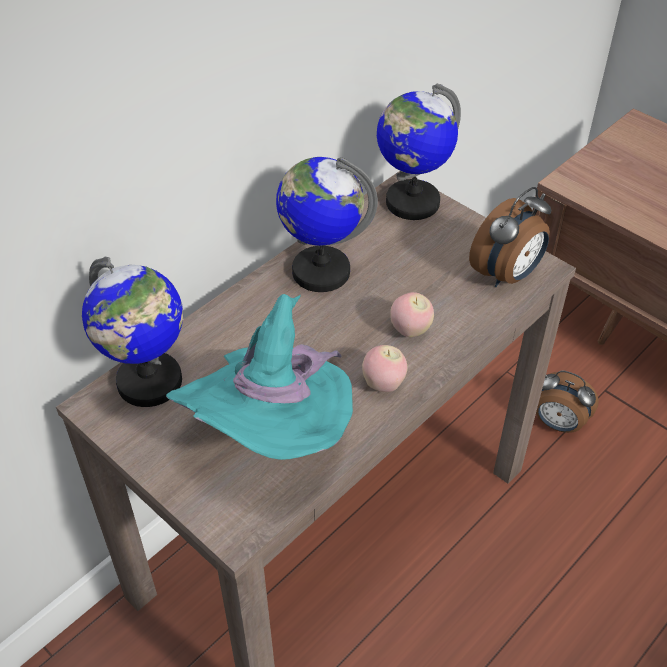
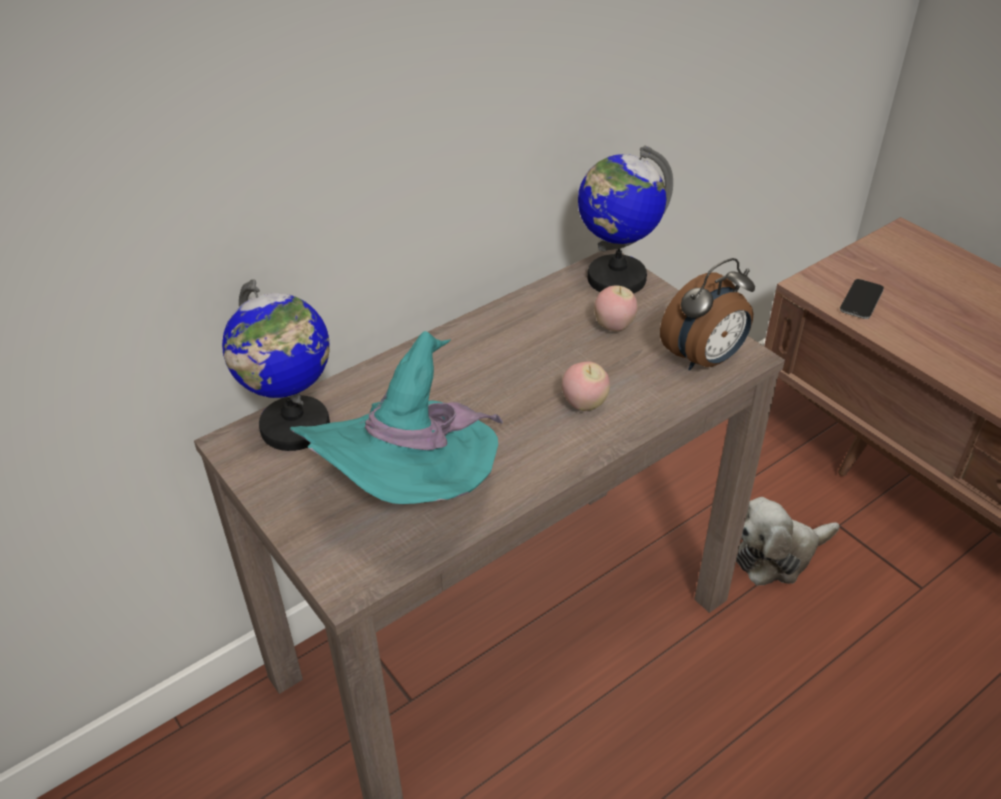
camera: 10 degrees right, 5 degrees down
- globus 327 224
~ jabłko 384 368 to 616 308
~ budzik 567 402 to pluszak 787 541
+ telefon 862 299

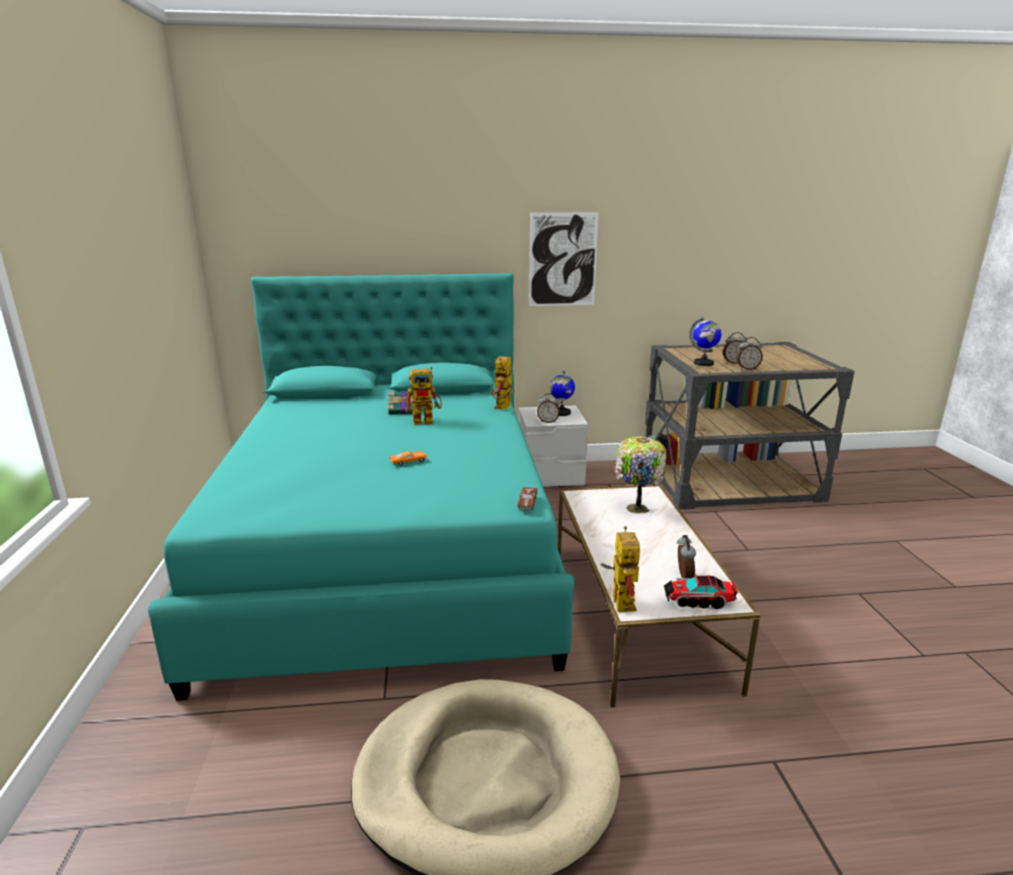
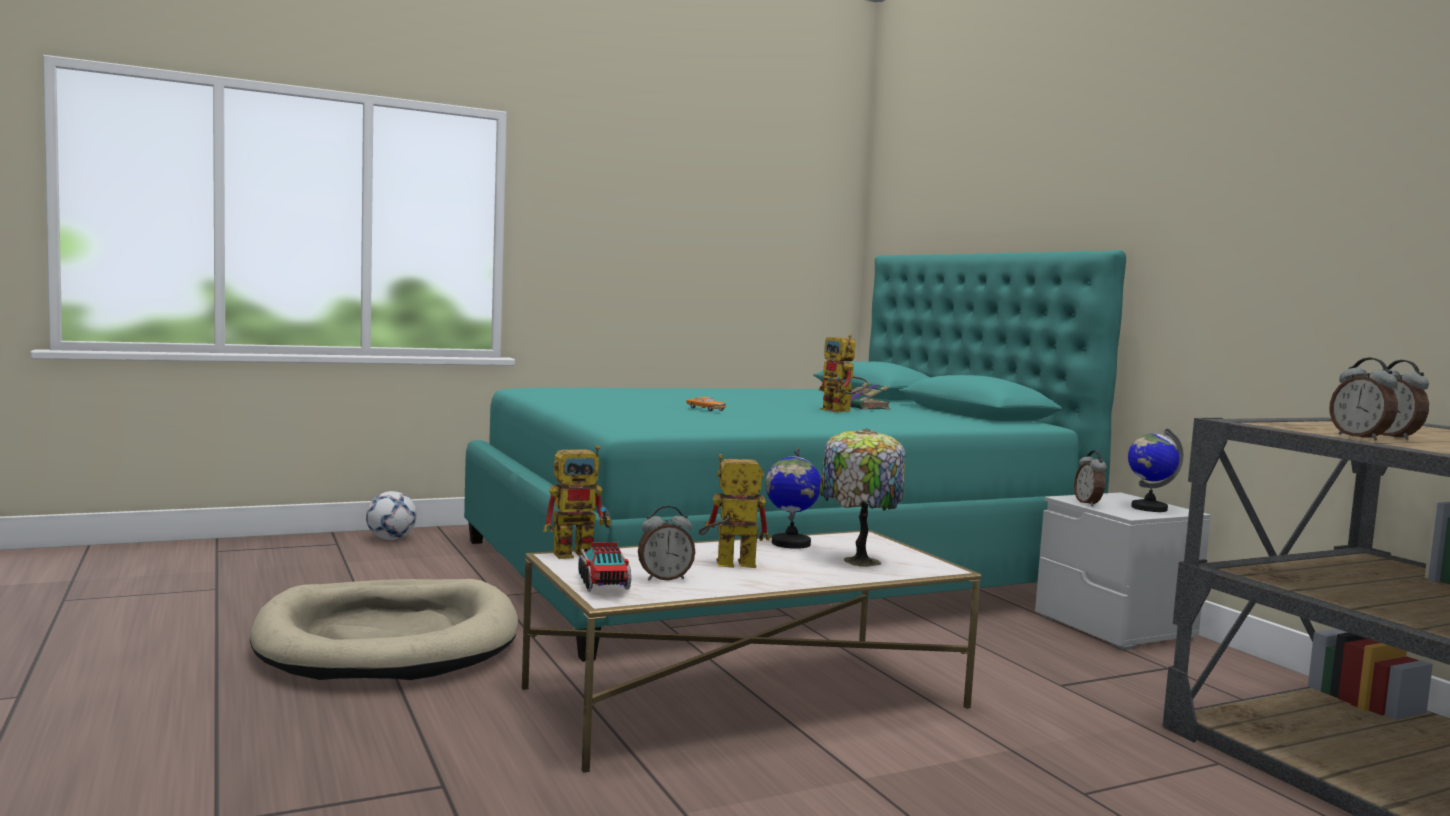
camera: 70 degrees right, 15 degrees down
~ robot zabawkowy 502 383 to 734 511
- samochodzik/brązowy 527 498
- obraz 563 259
~ globus 705 341 to 793 498
+ piłka futbolowa 391 515

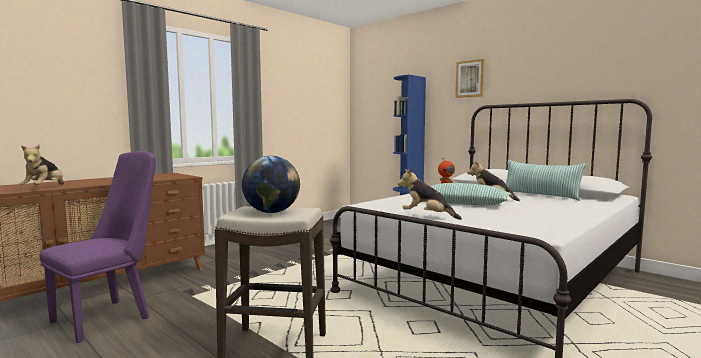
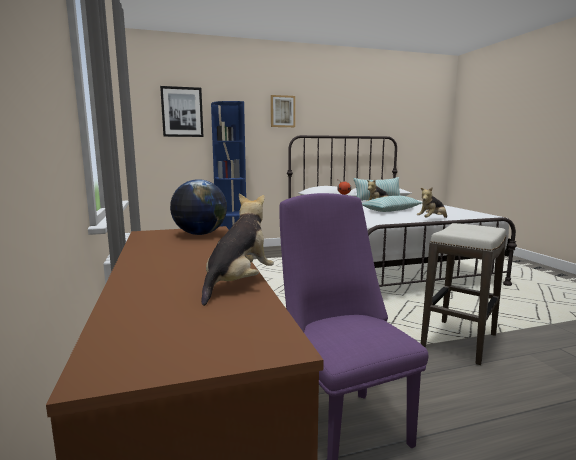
camera: 60 degrees left, 5 degrees up
~ pluszak 41 164 = 237 249 90 degrees counterclockwise
~ globus 271 184 to 198 207
+ obraz 181 111

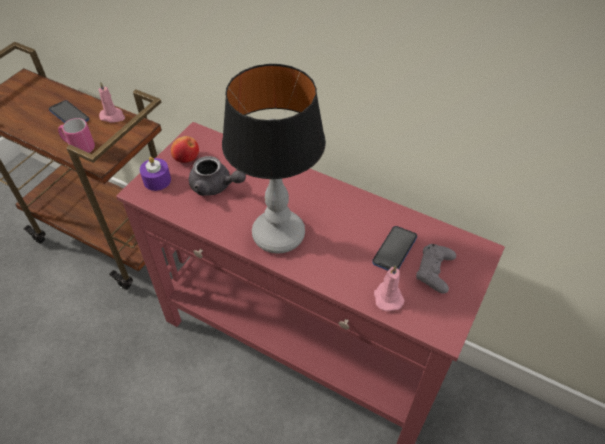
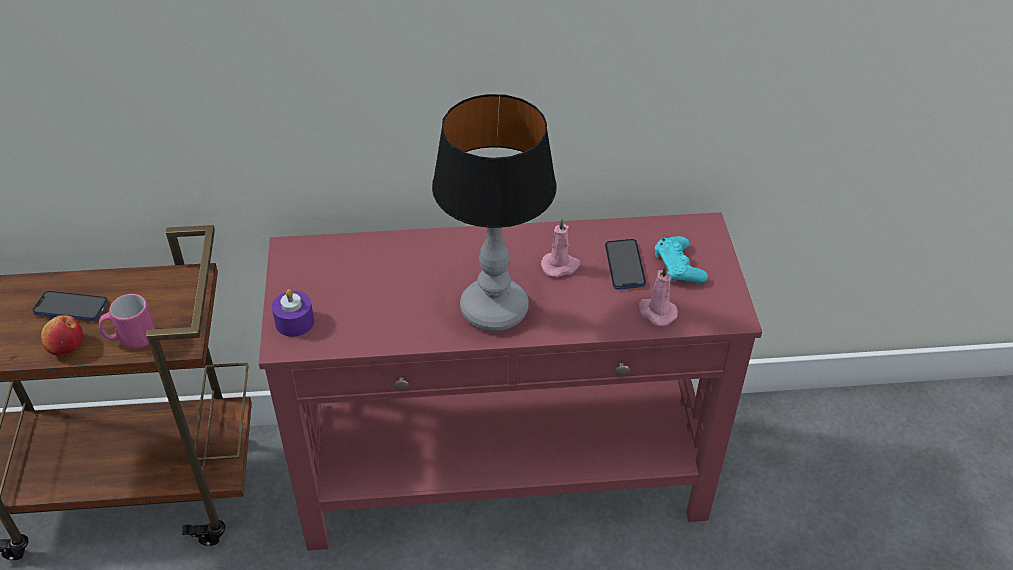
camera: 35 degrees left, 5 degrees down
~ świeca/różowy 112 102 to 560 247
~ jabłko 185 149 to 62 335
- imbryk/szary 217 176
~ pad do gier/szary 436 269 to pad do gier/turkusowy 681 259

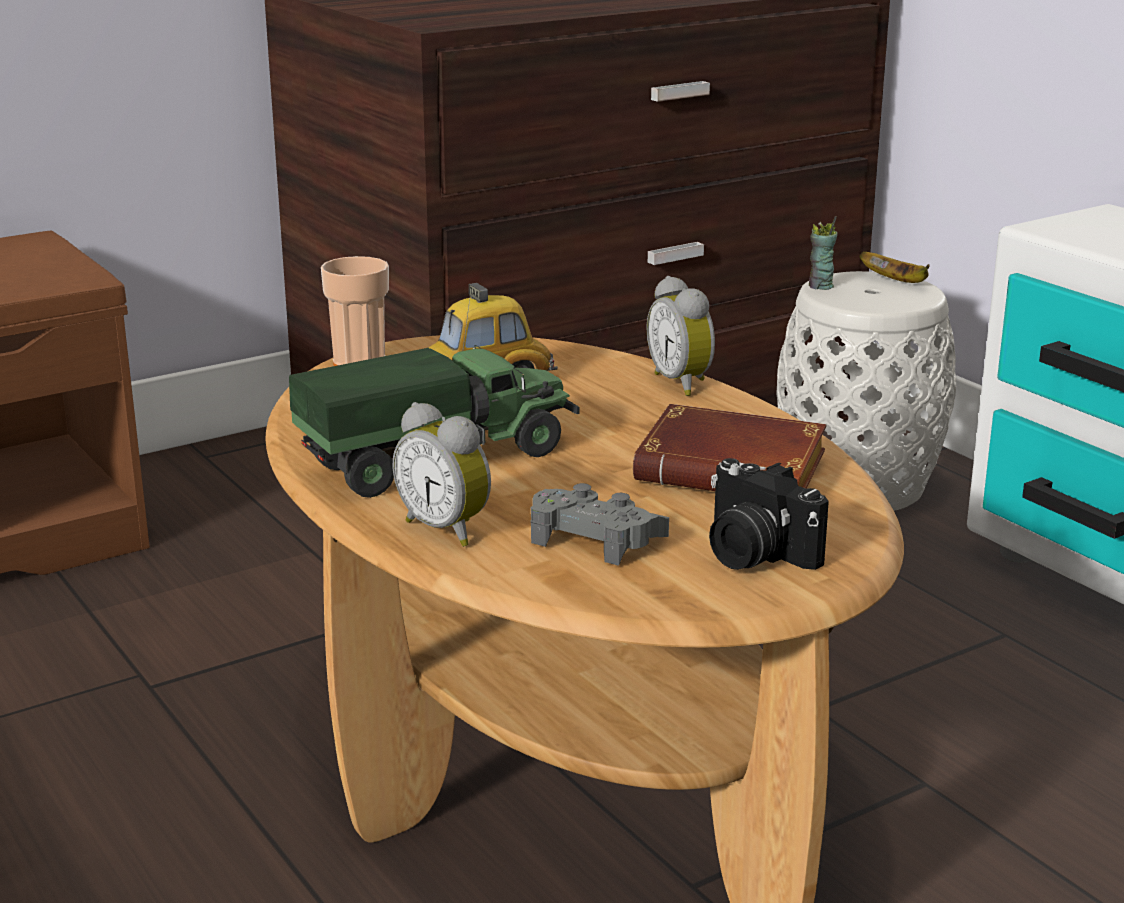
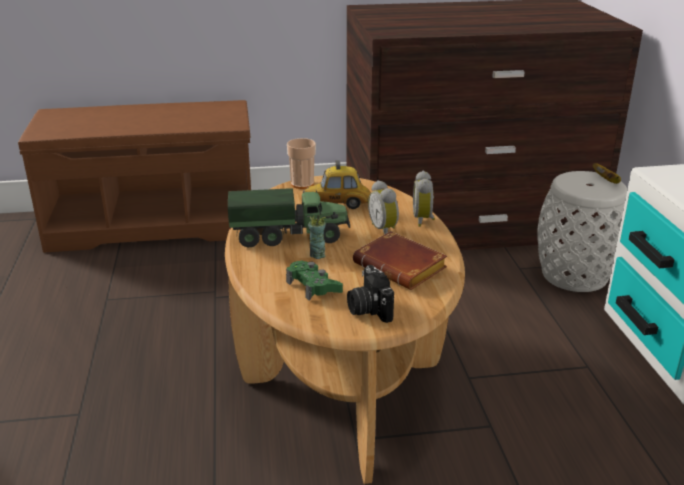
camera: 25 degrees right, 5 degrees up
~ budzik 441 474 to 383 207
~ pad do gier/szary 599 524 to pad do gier/zielony 314 280
~ filiżanka 823 253 to 317 237

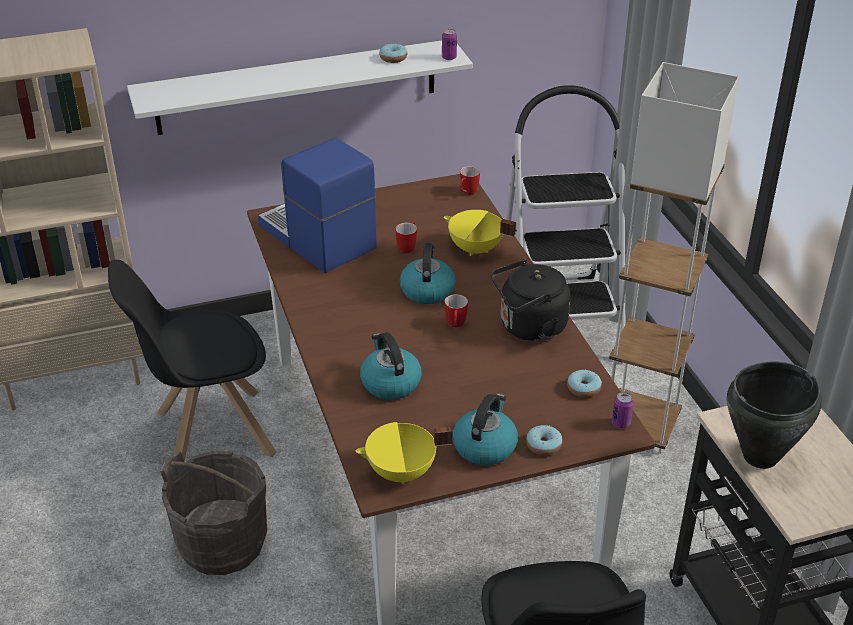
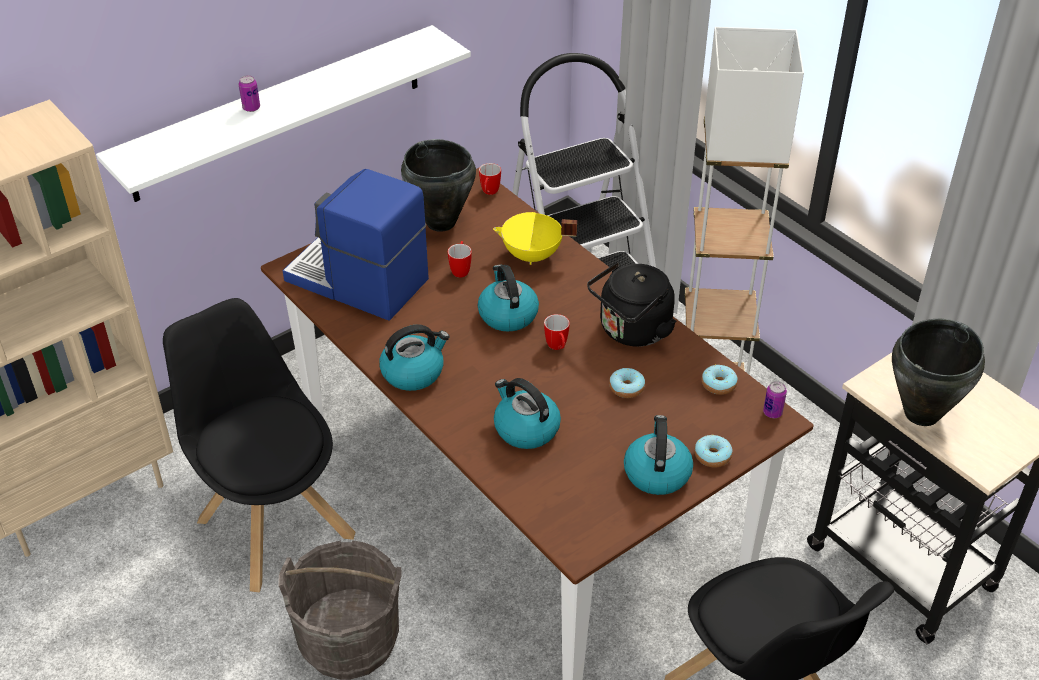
camera: 20 degrees left, 5 degrees up
~ krzesło/czarny 192 360 = 259 445 90 degrees clockwise
- garnek/żółty 404 453
~ donut 393 53 to 627 383
~ puszka 449 44 to 249 93
+ czajnik 414 357
+ garnek/czarny 438 185

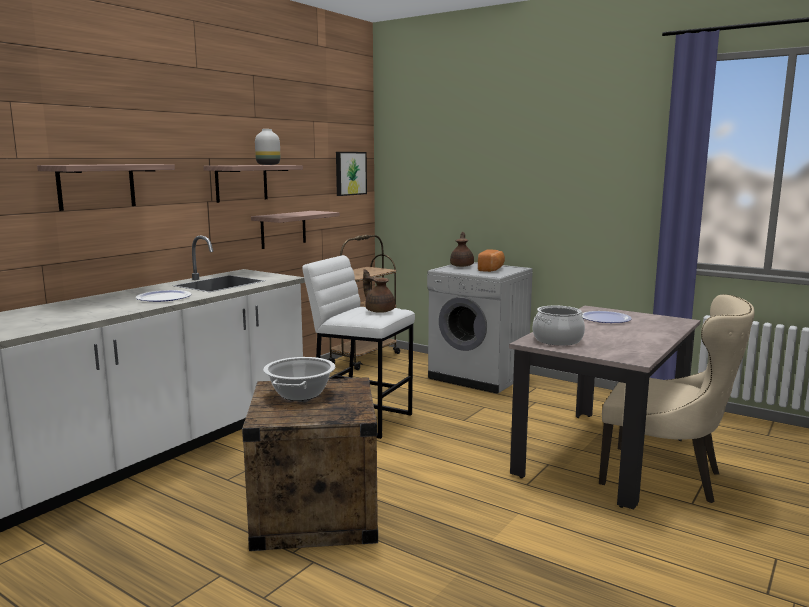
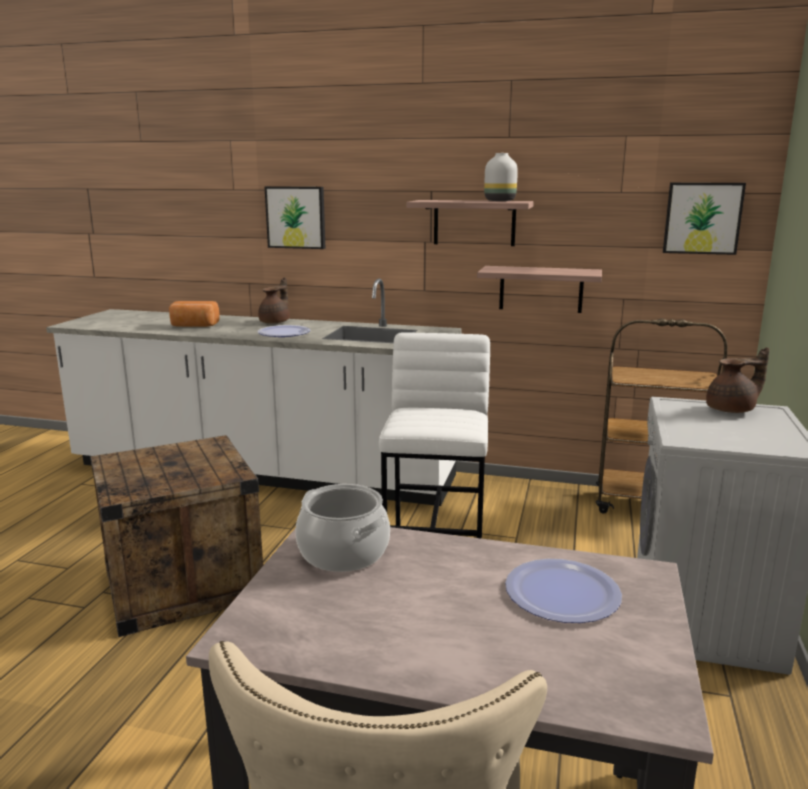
camera: 70 degrees right, 5 degrees up
~ półka 106 187 to obraz 294 217
- garnek 299 379
~ imbryk/brązowy 379 291 to 274 300
~ chleb 491 261 to 194 314

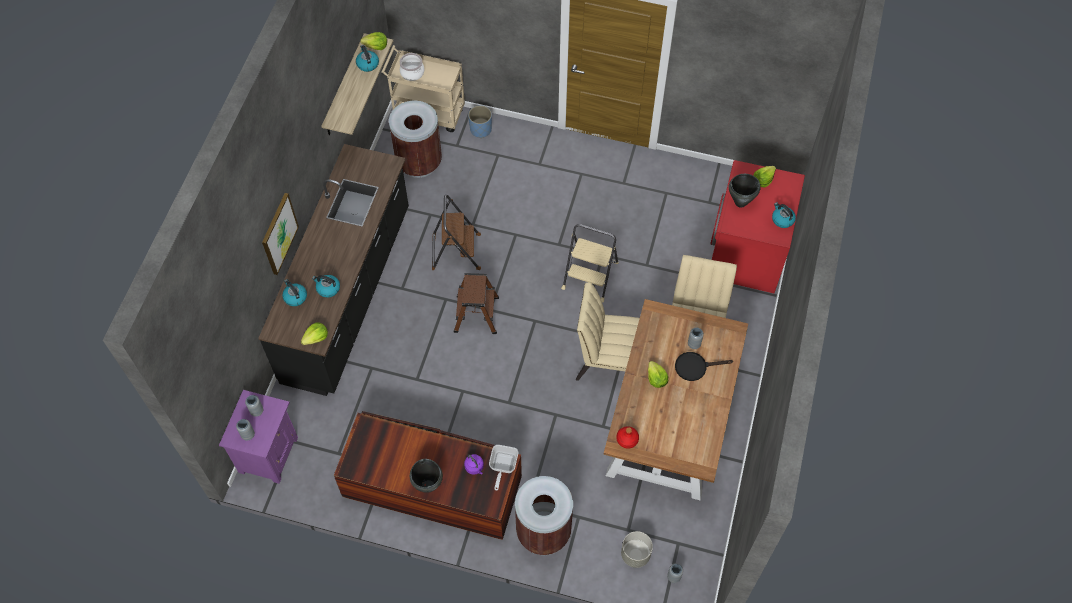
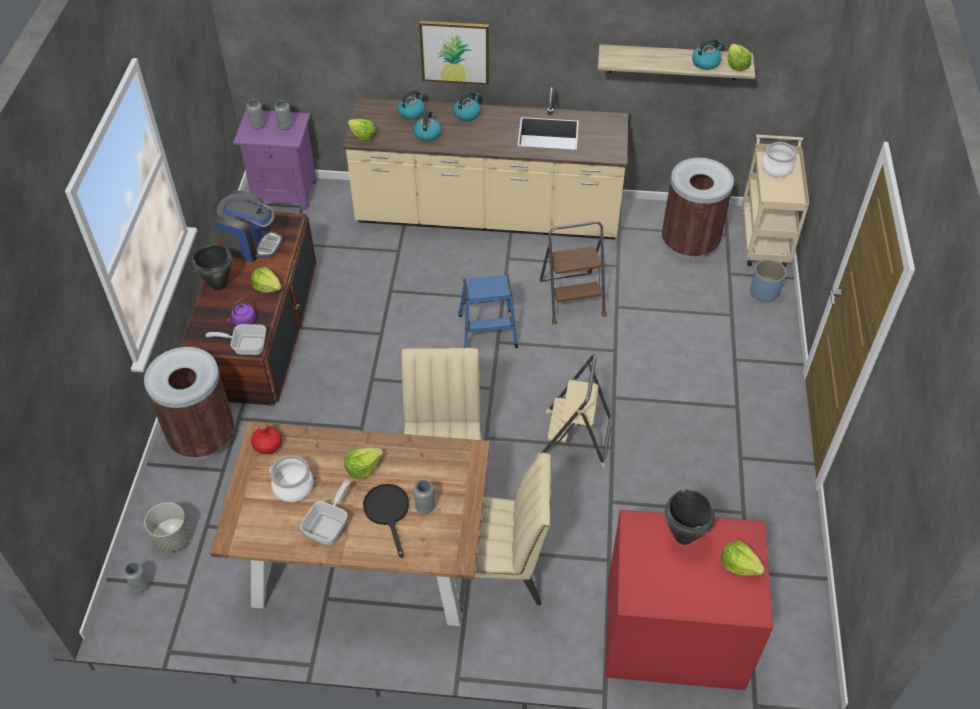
camera: 80 degrees right, 10 degrees down
~ zabudowa kuchenna/czarny 333 270 to zabudowa kuchenna/beżowy 485 163
~ drabinka/brązowy 476 303 to drabinka/niebieski 488 311
~ czajnik 784 215 to 467 106
+ ekspres do kawy 247 226
+ sałata 266 280
+ garnek 292 478
+ patelnia 325 512

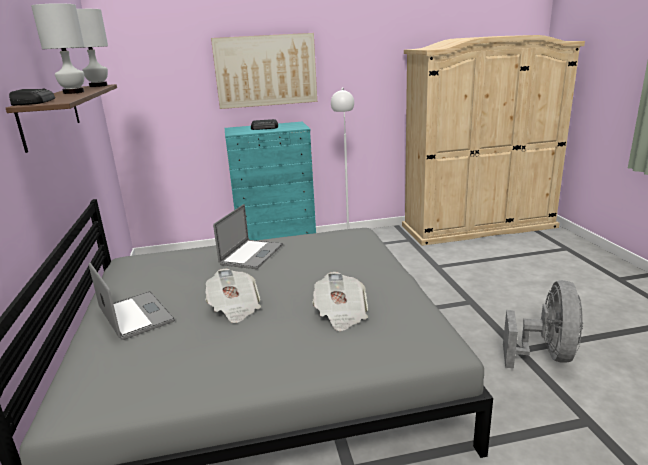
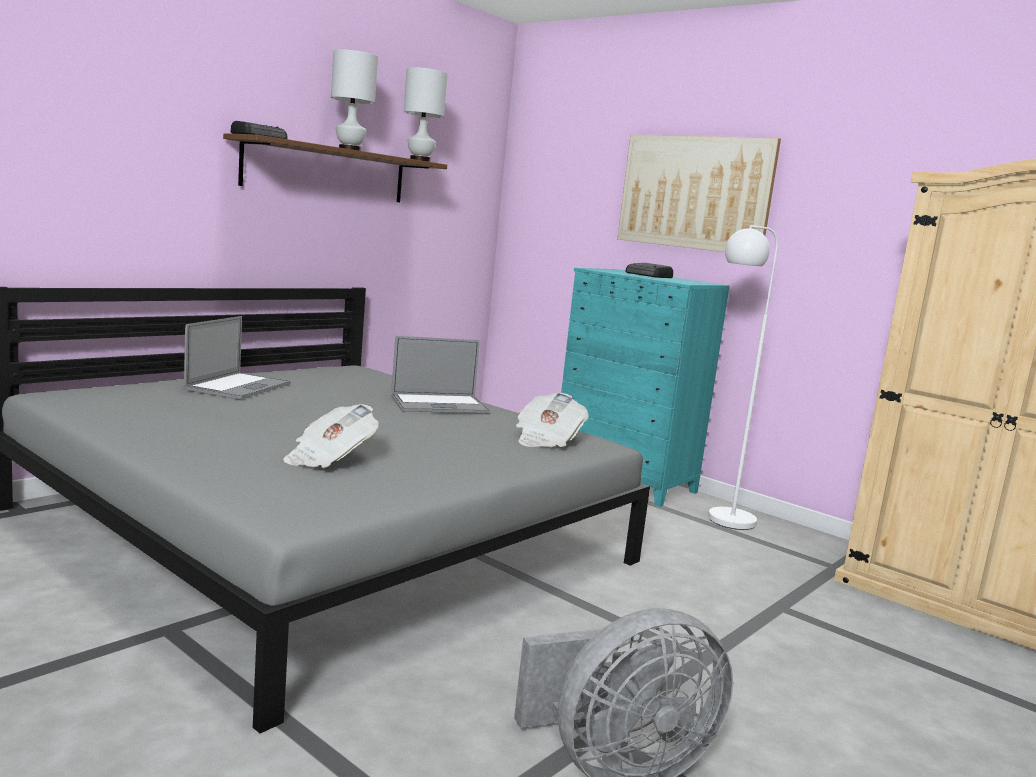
camera: 50 degrees right, 10 degrees down
~ gazeta 233 295 to 552 420

